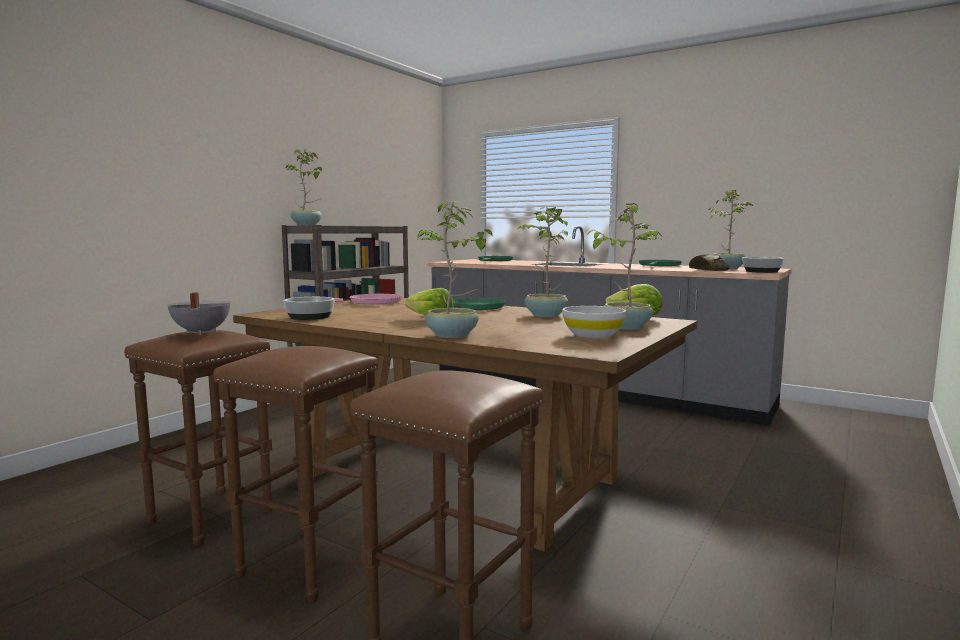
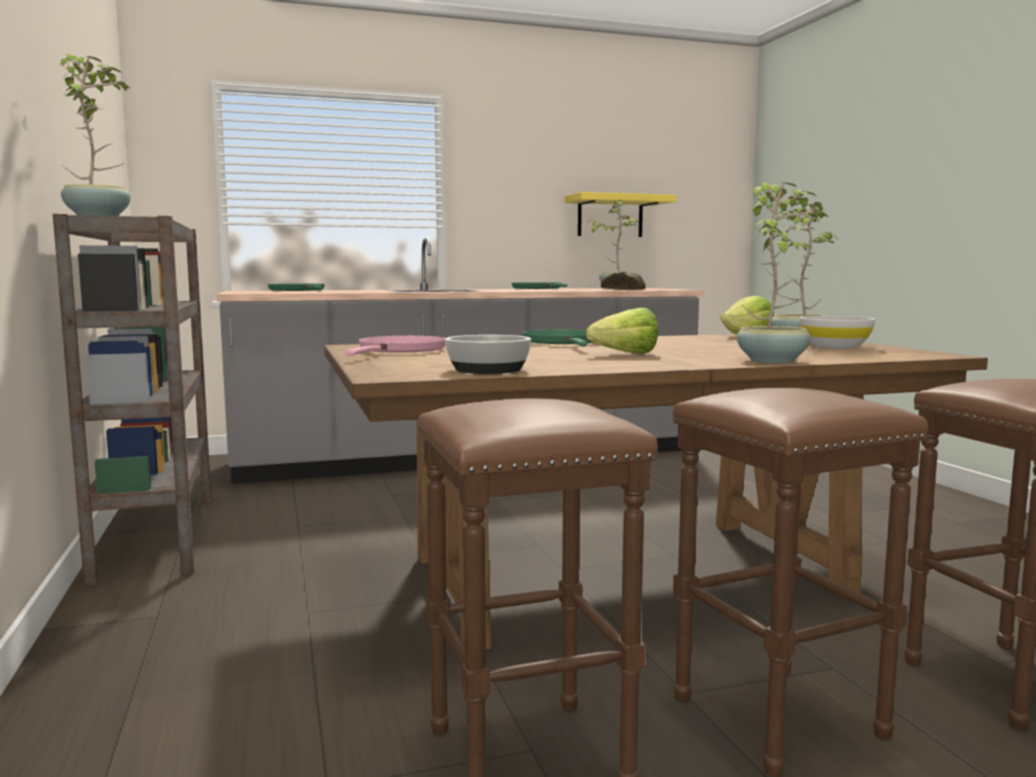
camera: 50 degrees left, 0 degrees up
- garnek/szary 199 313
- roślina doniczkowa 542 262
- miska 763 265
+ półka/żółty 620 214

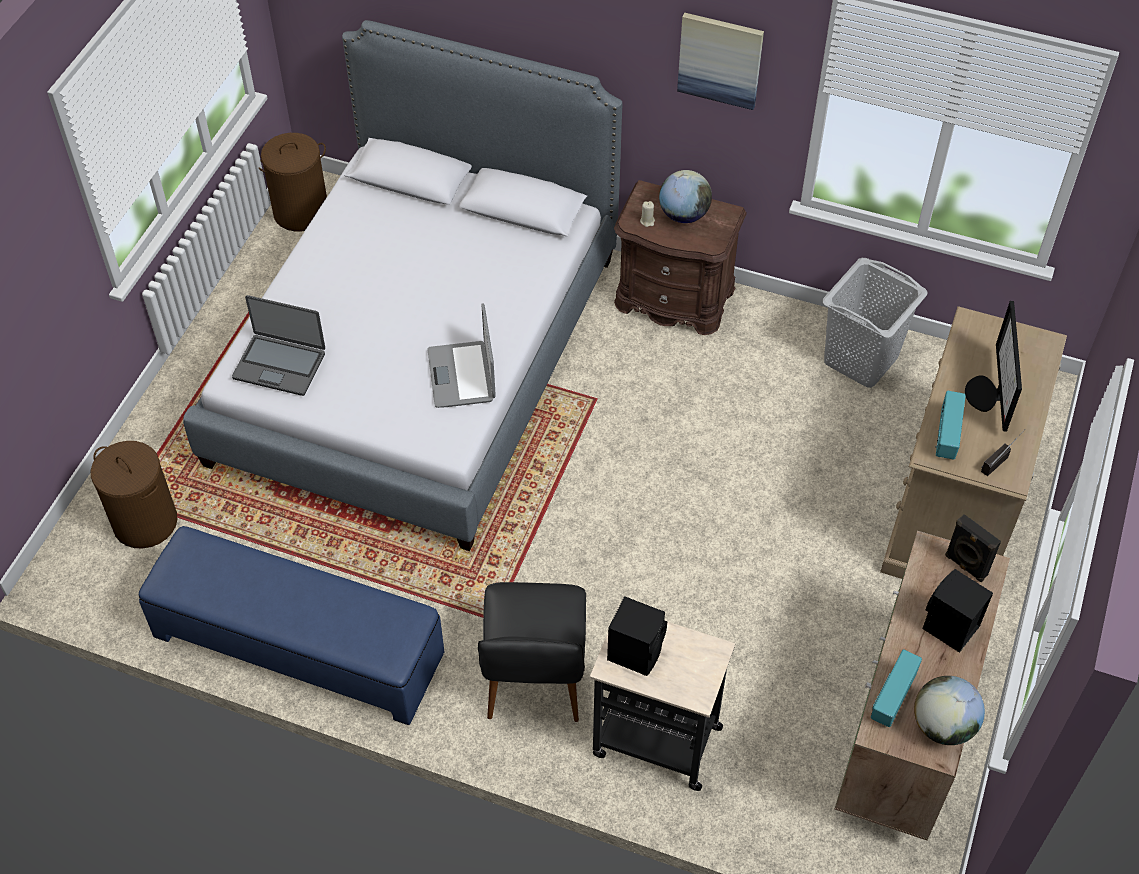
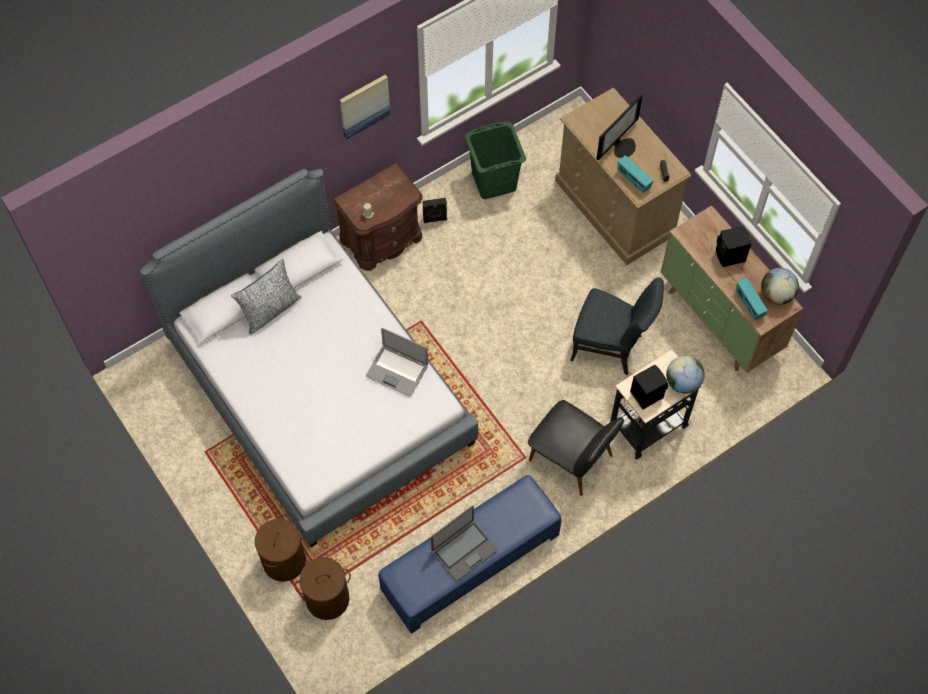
camera: 55 degrees left, 10 degrees up
~ laptop 278 345 to 464 543
~ kosz na pranie/brązowy 292 182 to 280 548
~ globus 685 196 to 685 375
~ kosz na pranie/szary 874 323 to kosz na pranie/zielony 495 160
~ głośnik/czarny 973 548 to 434 210
~ monitor 993 366 = 619 127 90 degrees counterclockwise
+ poduszka 266 297
+ krzesło/szary 617 326

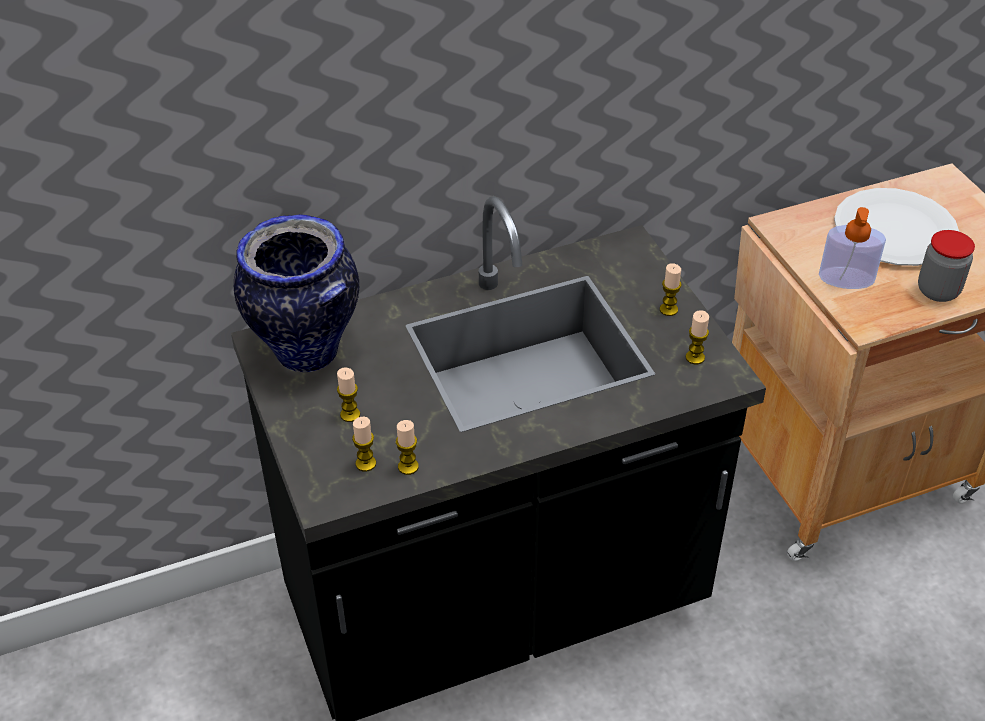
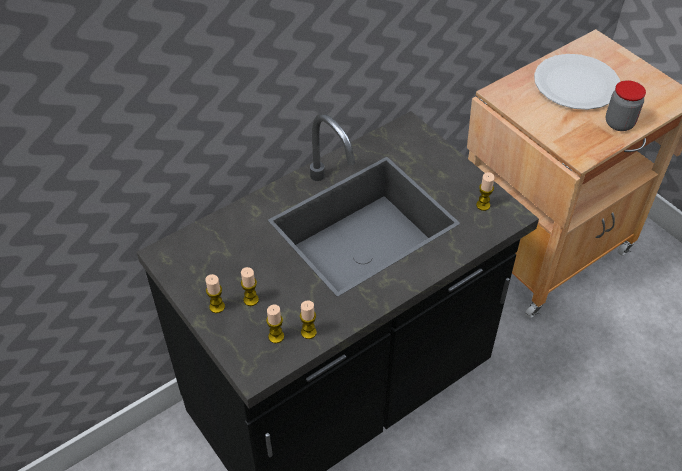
camera: 15 degrees left, 5 degrees up
- wazon 296 293
~ świeca 670 289 to 215 293
- dozownik mydła 852 248

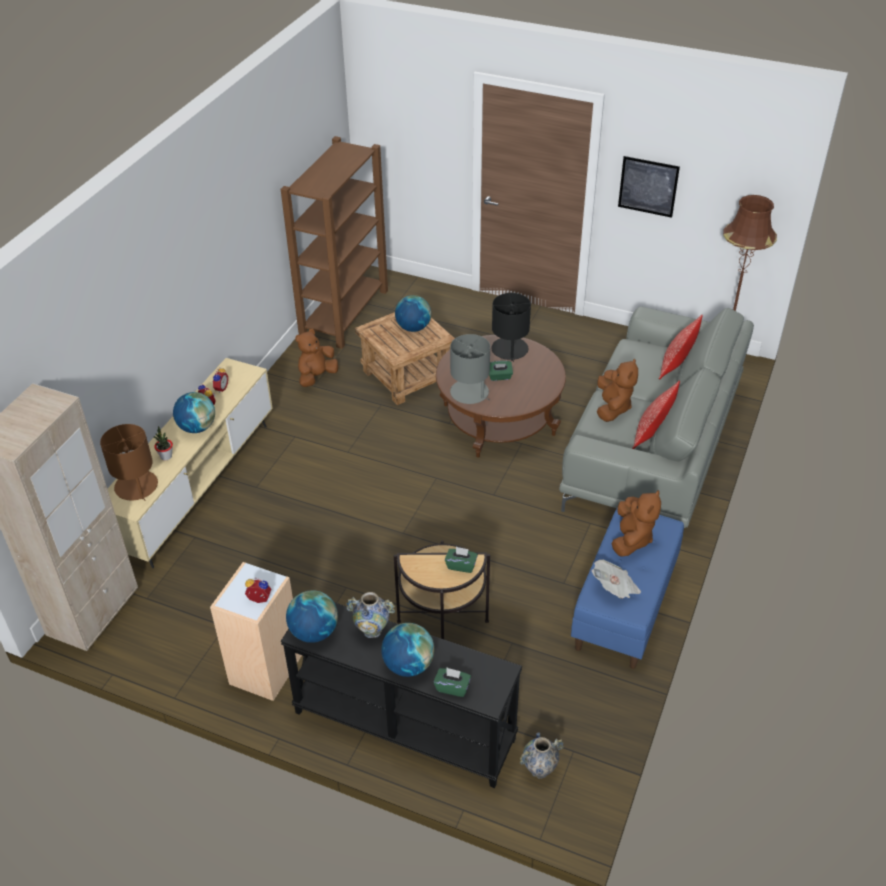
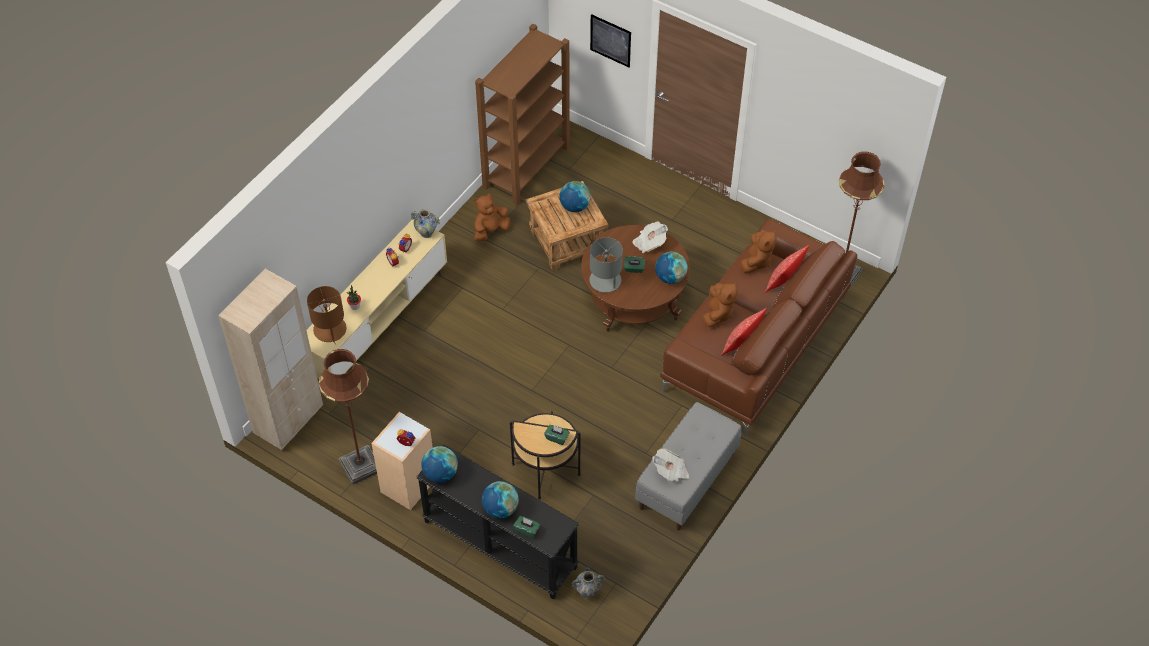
camera: 10 degrees right, 10 degrees up
~ globus 194 412 to 671 268
~ wazon 370 615 to 425 223
~ lampa stołowa/czarny 511 327 to gazeta 650 237
~ kanapa/szary 656 417 to kanapa/brązowy 758 327
~ ławka/niebieski 627 588 to ławka/szary 688 466
~ pluszak/brązowy 636 523 to 758 252
~ obraz 649 187 to 610 40
+ lampa stojąca/brązowy 348 417

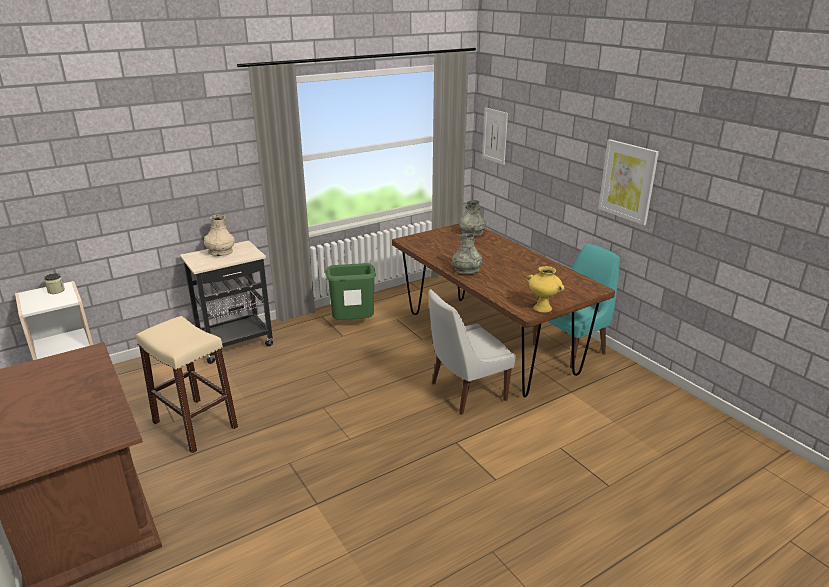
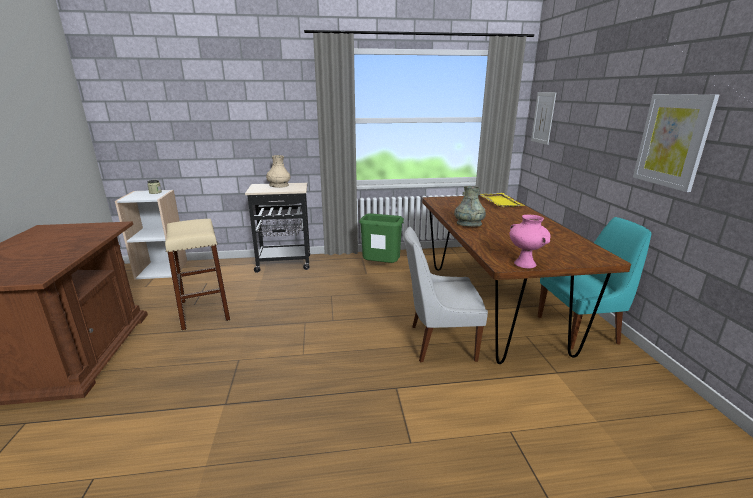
camera: 25 degrees right, 5 degrees down
~ wazon/szary 473 218 to taca/żółty 502 200
~ wazon/żółty 545 289 to wazon/różowy 530 241

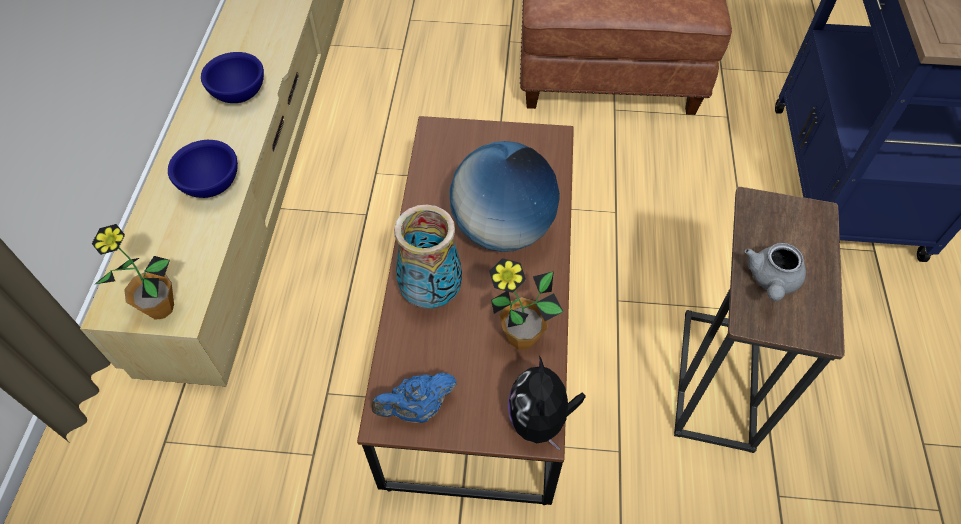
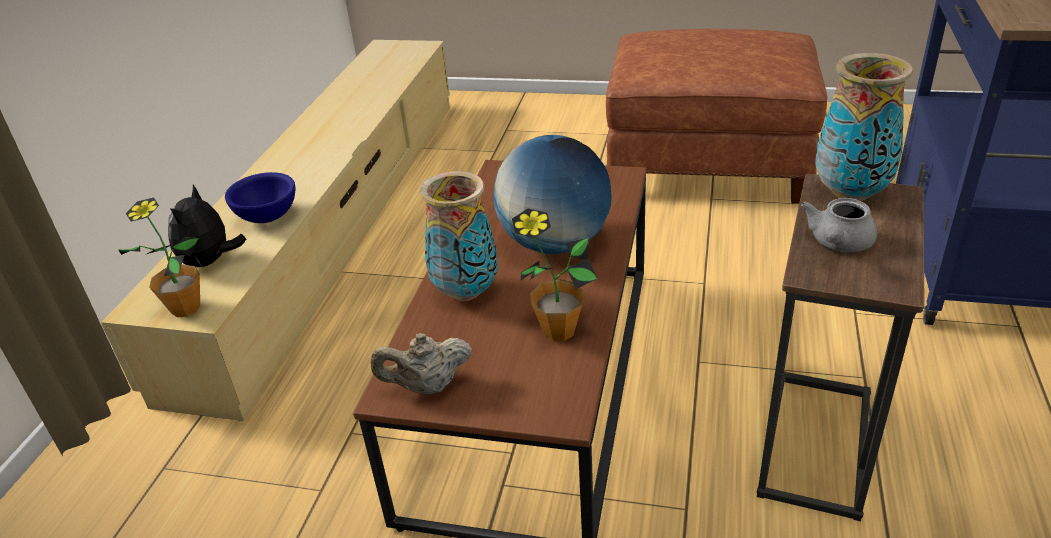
camera: 10 degrees right, 20 degrees down
- miska/niebieski 232 77
~ imbryk/niebieski 414 397 to imbryk/beżowy 421 364
~ pluszak 547 403 to 207 226
+ wazon 864 127

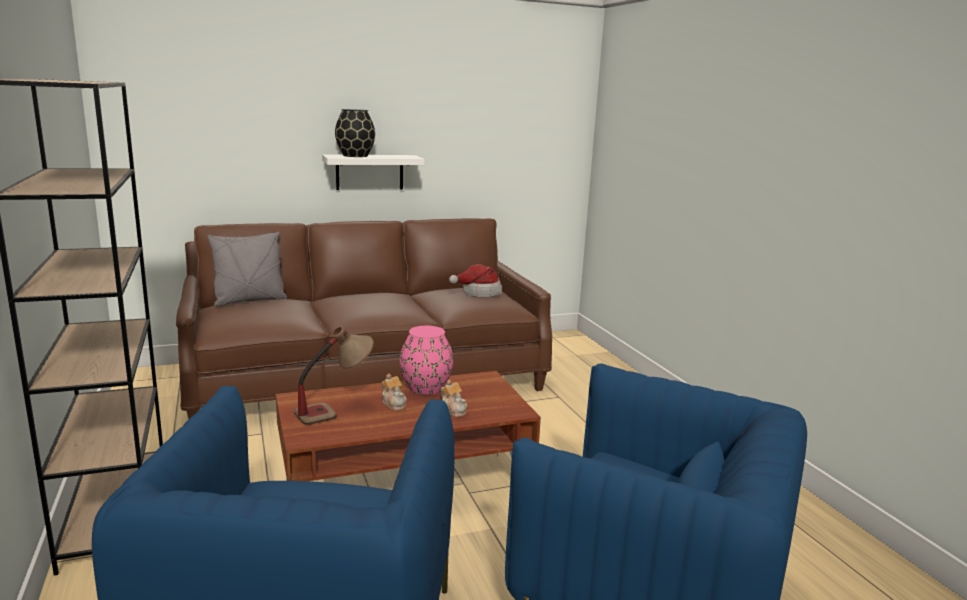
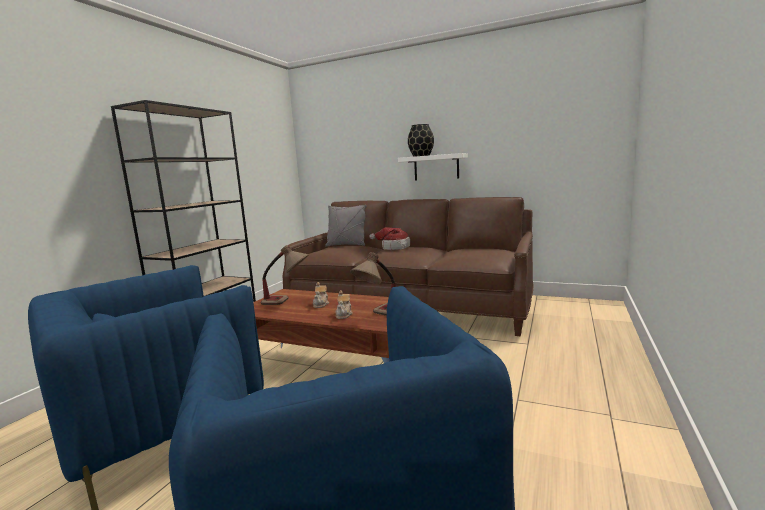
camera: 45 degrees right, 5 degrees down
- wazon/różowy 426 360
~ kapelusz 475 280 to 389 238
+ lampa stołowa 373 284

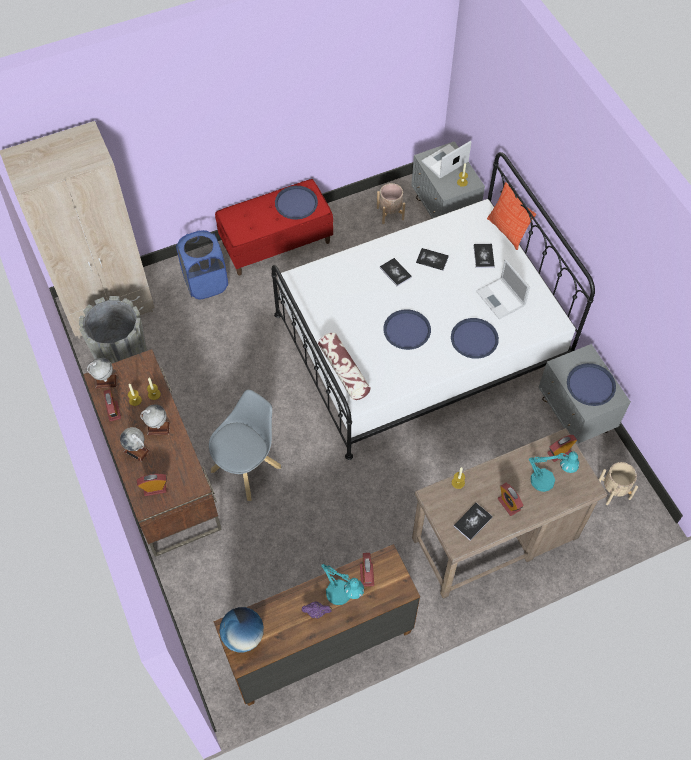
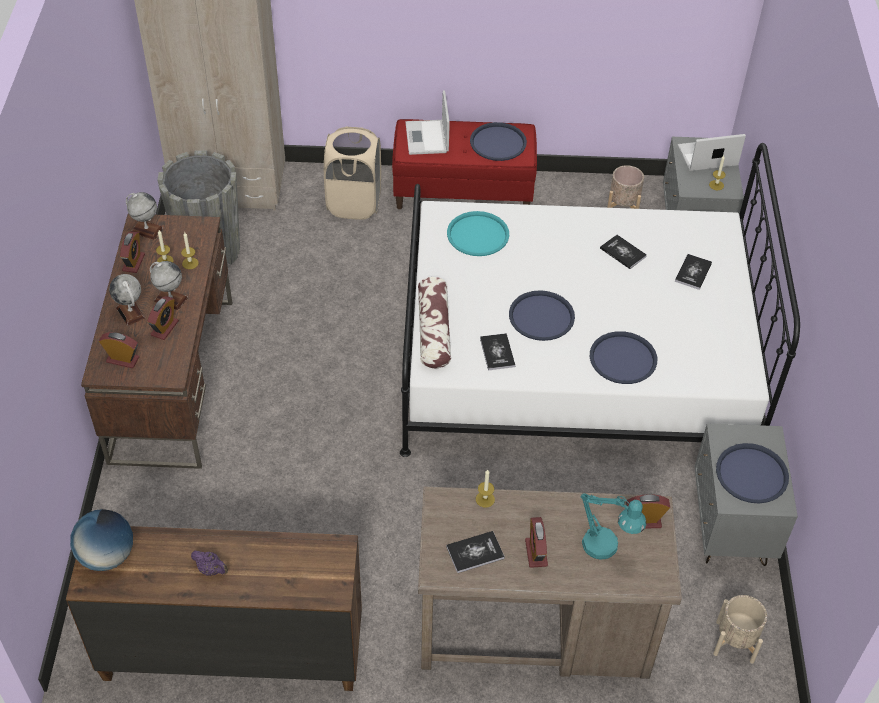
camera: 25 degrees right, 10 degrees down
~ kosz na pranie/niebieski 202 264 to kosz na pranie/beżowy 352 172
- krzesło/szary 245 445
- lampa stołowa/turkusowy 342 584
~ budzik 367 570 to 163 318
~ książka 396 272 to 497 351
~ laptop 503 289 to 427 122
- poduszka/pomarańczowy 511 216
+ taca/turkusowy 478 233

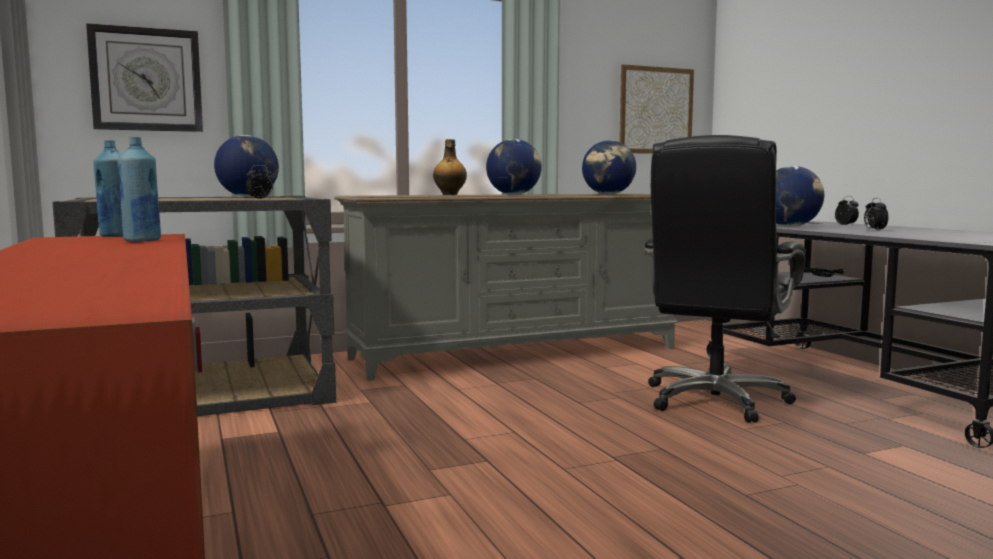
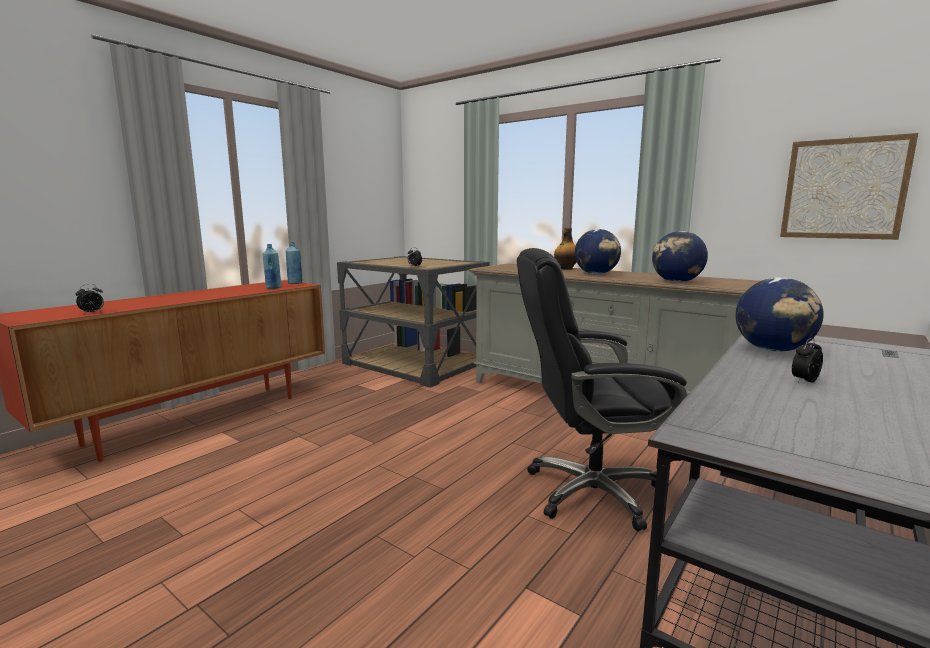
camera: 60 degrees right, 5 degrees up
- zegar ścienny 144 77
- globus 246 166
~ budzik 847 210 to 89 299

